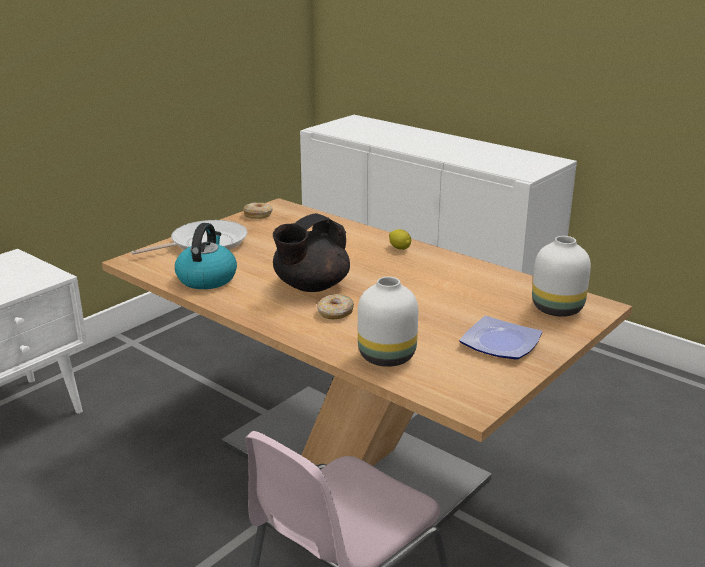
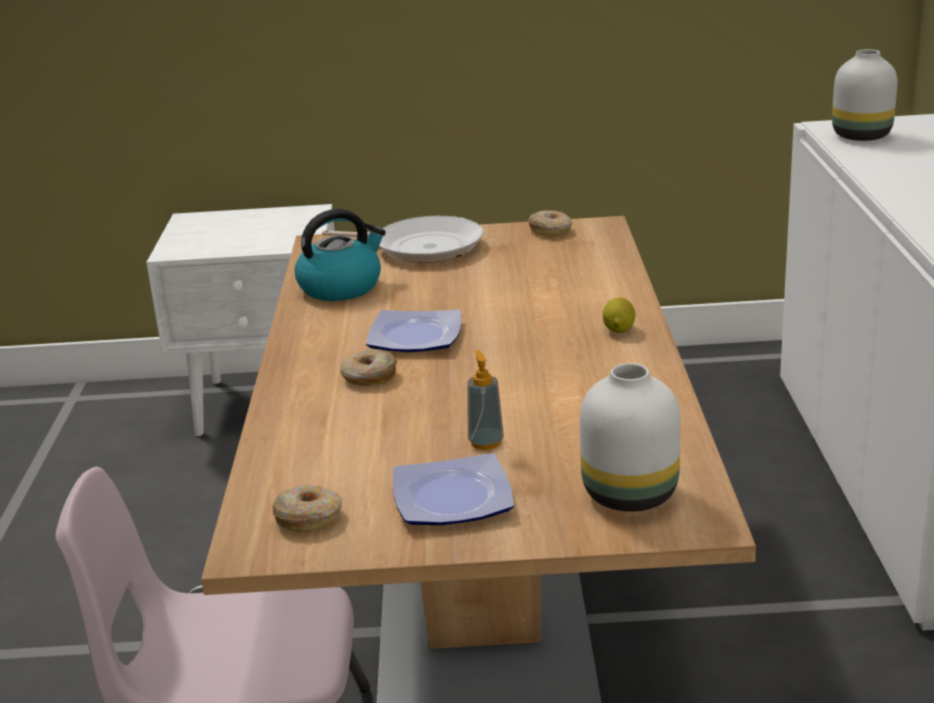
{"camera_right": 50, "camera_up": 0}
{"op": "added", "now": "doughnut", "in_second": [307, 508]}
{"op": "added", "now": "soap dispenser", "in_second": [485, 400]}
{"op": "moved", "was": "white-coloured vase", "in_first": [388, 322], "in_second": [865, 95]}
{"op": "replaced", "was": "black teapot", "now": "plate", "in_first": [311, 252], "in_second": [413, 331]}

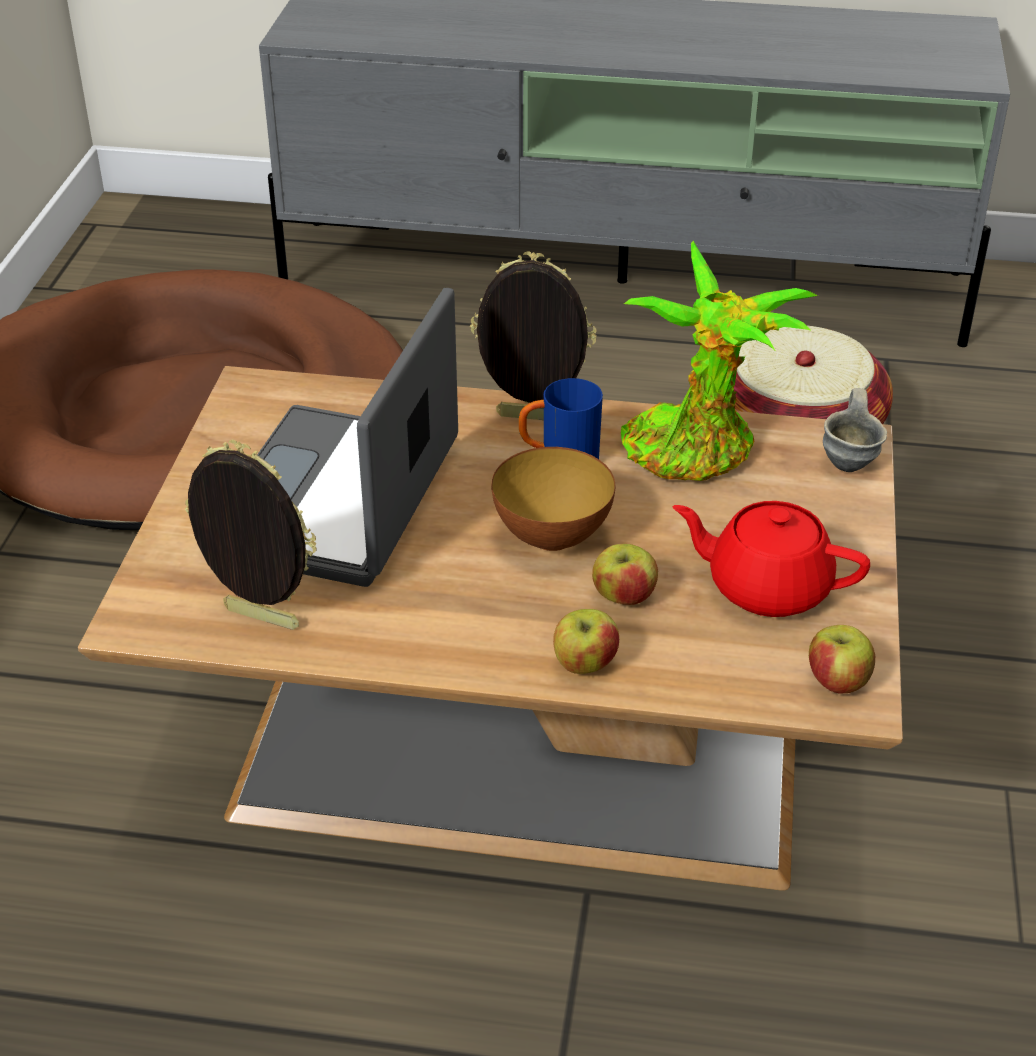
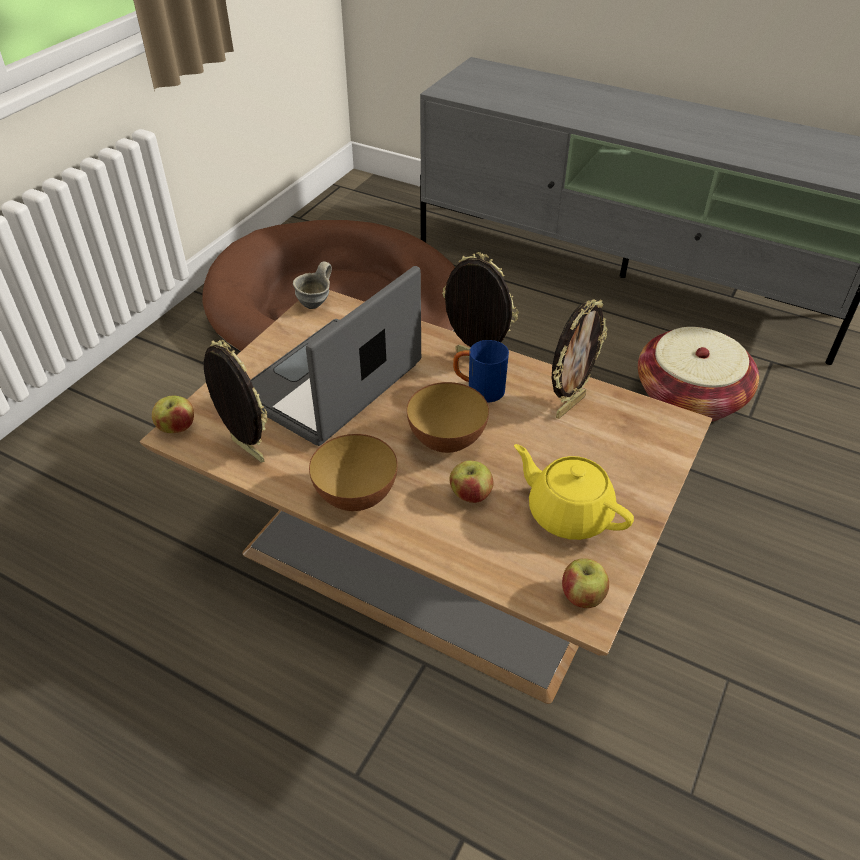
{"camera_right": 20, "camera_up": 5}
{"op": "added", "now": "deep dish", "in_second": [353, 472]}
{"op": "moved", "was": "apple fruit", "in_first": [586, 641], "in_second": [173, 414]}
{"op": "moved", "was": "greyish mug", "in_first": [855, 430], "in_second": [312, 285]}
{"op": "replaced", "was": "houseplant", "now": "picture frame", "in_first": [719, 361], "in_second": [579, 359]}
{"op": "recoloured", "was": "red teapot", "now": "yellow teapot", "in_first": [771, 559], "in_second": [574, 492]}

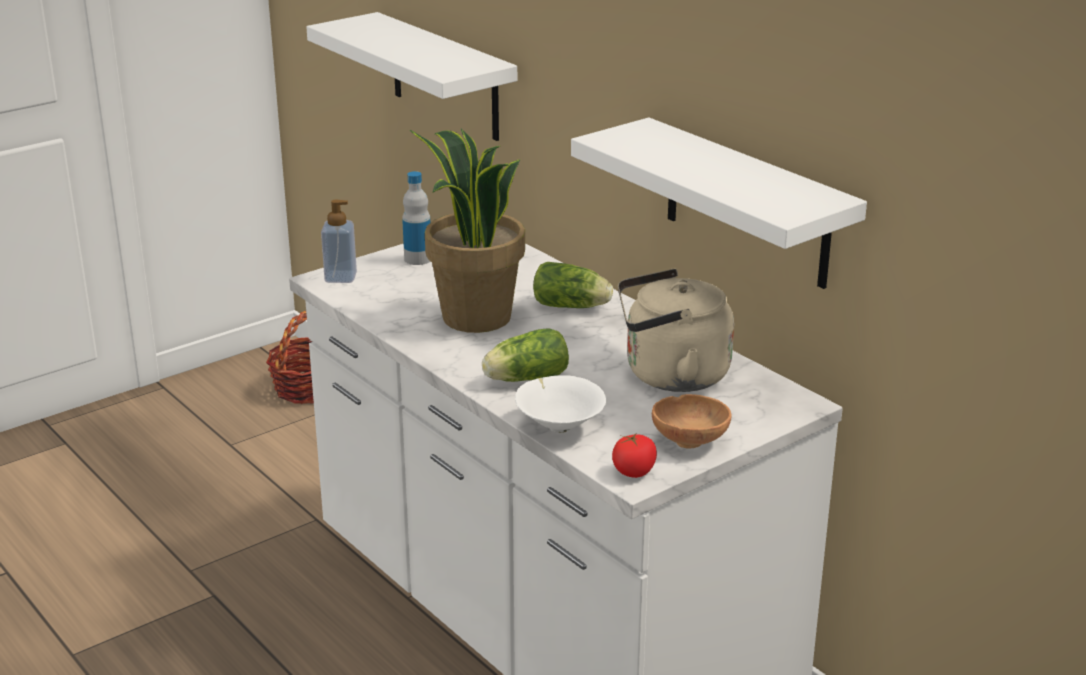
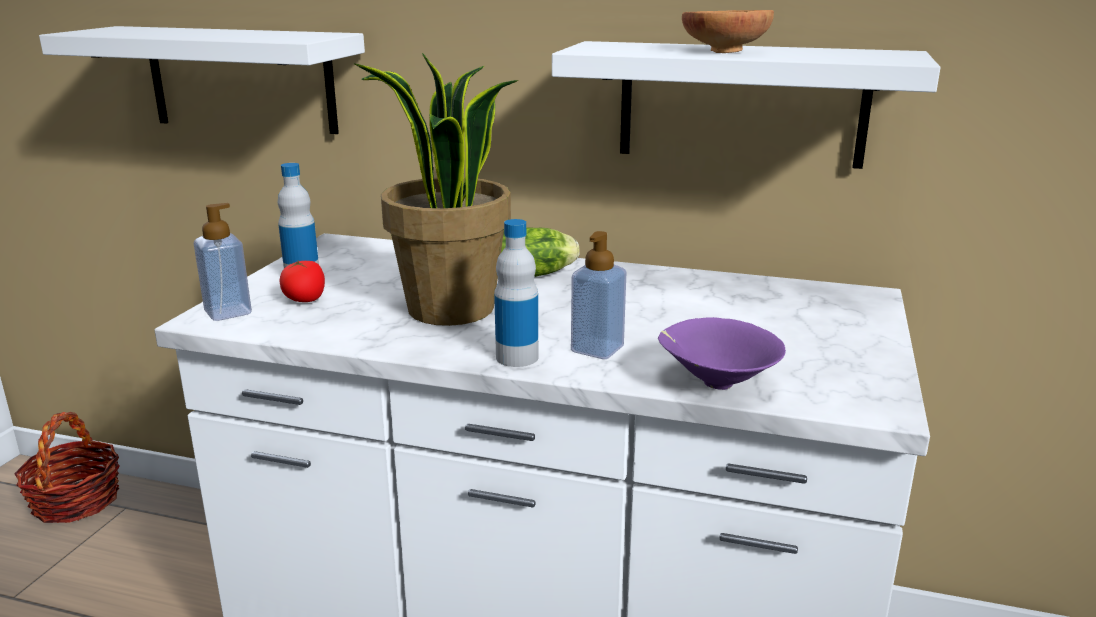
{"camera_right": -35, "camera_up": -5}
{"op": "removed", "was": "beige-coloured tea kettle", "in_first": [676, 330]}
{"op": "added", "now": "beverage bottle", "in_second": [516, 293]}
{"op": "moved", "was": "whole tomato", "in_first": [634, 456], "in_second": [302, 281]}
{"op": "moved", "was": "brown-coloured deep dish", "in_first": [692, 421], "in_second": [728, 31]}
{"op": "replaced", "was": "lettuce", "now": "soap dispenser", "in_first": [525, 355], "in_second": [598, 295]}
{"op": "recoloured", "was": "white-coloured deep dish", "now": "purplish deep dish", "in_first": [560, 404], "in_second": [722, 353]}

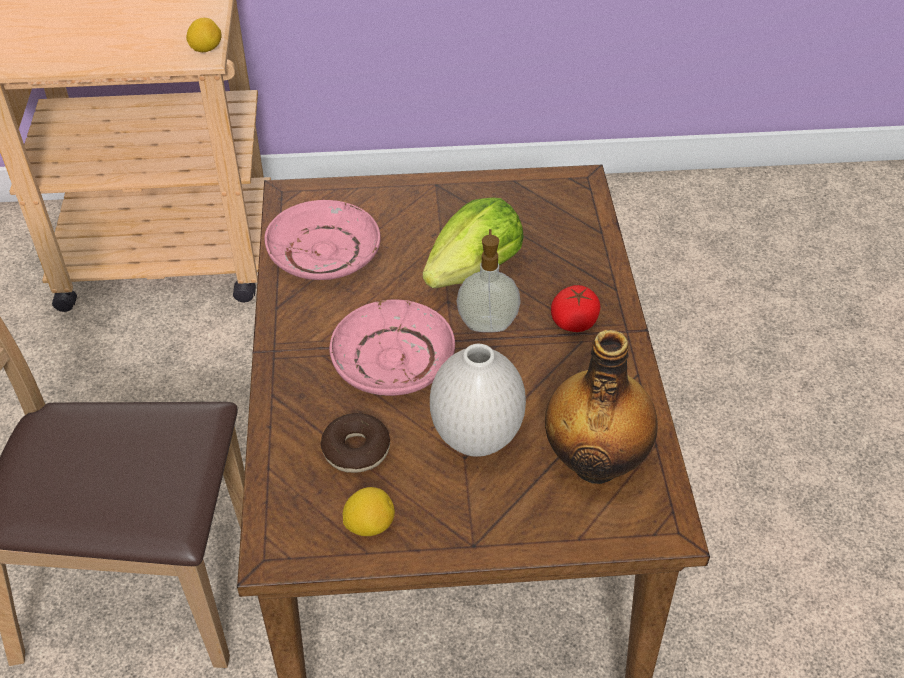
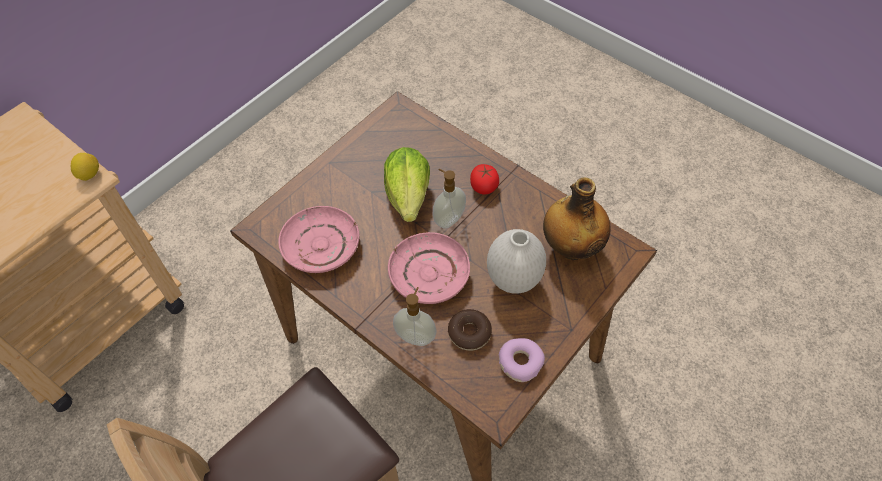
{"camera_right": -45, "camera_up": 10}
{"op": "added", "now": "soap dispenser", "in_second": [415, 316]}
{"op": "replaced", "was": "lemon", "now": "doughnut", "in_first": [369, 511], "in_second": [522, 360]}

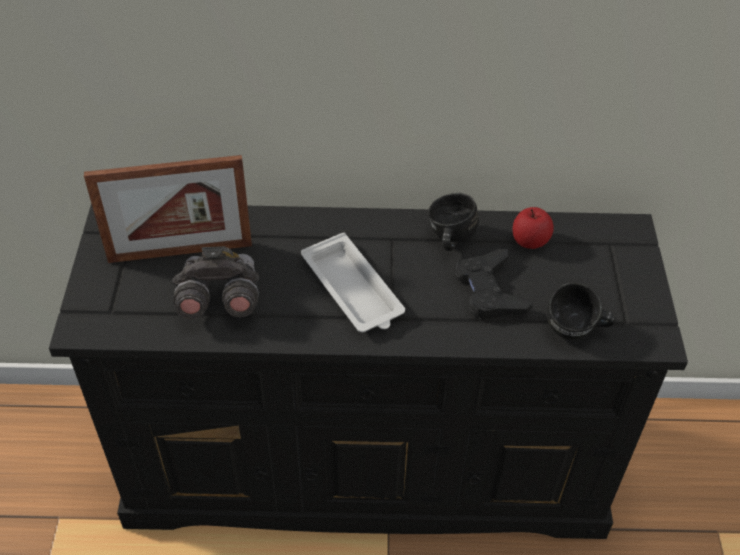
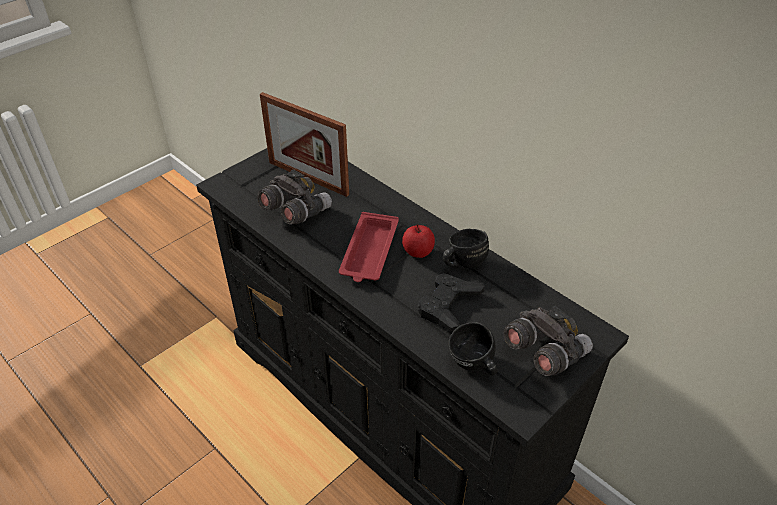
{"camera_right": 45, "camera_up": -5}
{"op": "added", "now": "greyish field glasses", "in_second": [548, 341]}
{"op": "moved", "was": "apple fruit", "in_first": [533, 228], "in_second": [418, 241]}
{"op": "recoloured", "was": "white-coloured carrying tray", "now": "red carrying tray", "in_first": [353, 282], "in_second": [369, 247]}

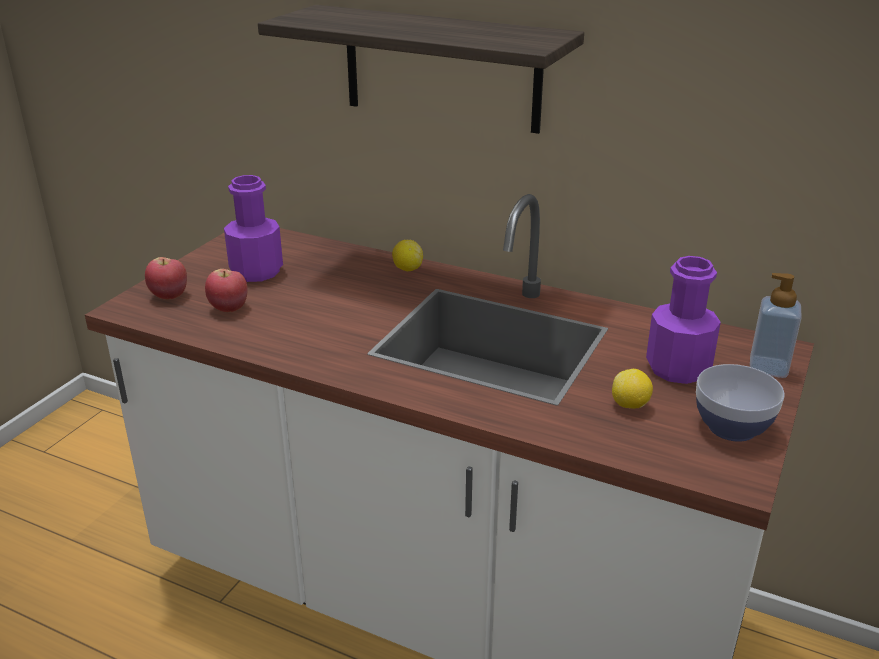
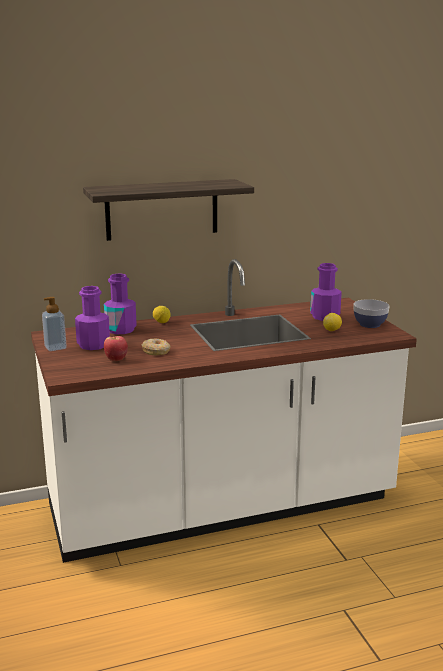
{"camera_right": -45, "camera_up": -10}
{"op": "removed", "was": "apple fruit", "in_first": [166, 278]}
{"op": "added", "now": "purplish beverage bottle", "in_second": [120, 304]}
{"op": "added", "now": "doughnut", "in_second": [155, 347]}
{"op": "moved", "was": "soap dispenser", "in_first": [776, 325], "in_second": [54, 324]}

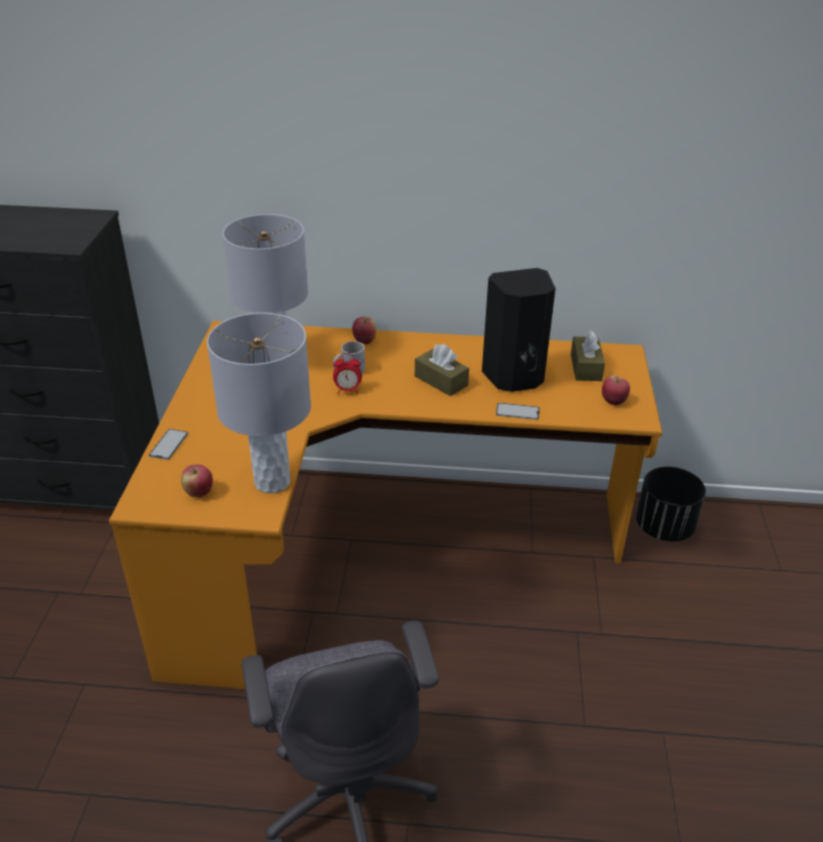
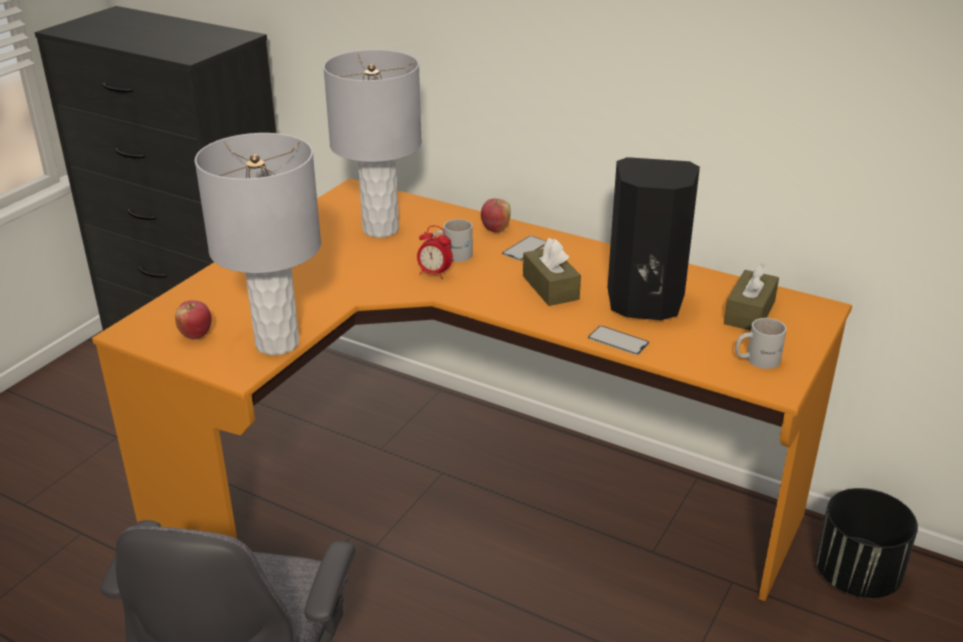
{"camera_right": 25, "camera_up": -5}
{"op": "moved", "was": "phone", "in_first": [168, 444], "in_second": [524, 248]}
{"op": "replaced", "was": "apple fruit", "now": "white-coloured mug", "in_first": [616, 390], "in_second": [761, 343]}

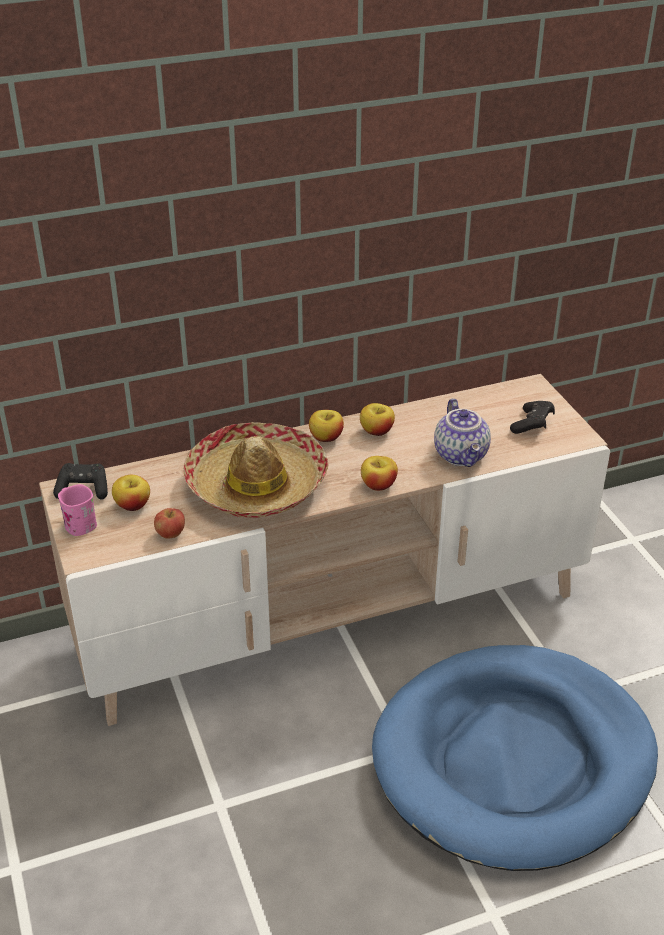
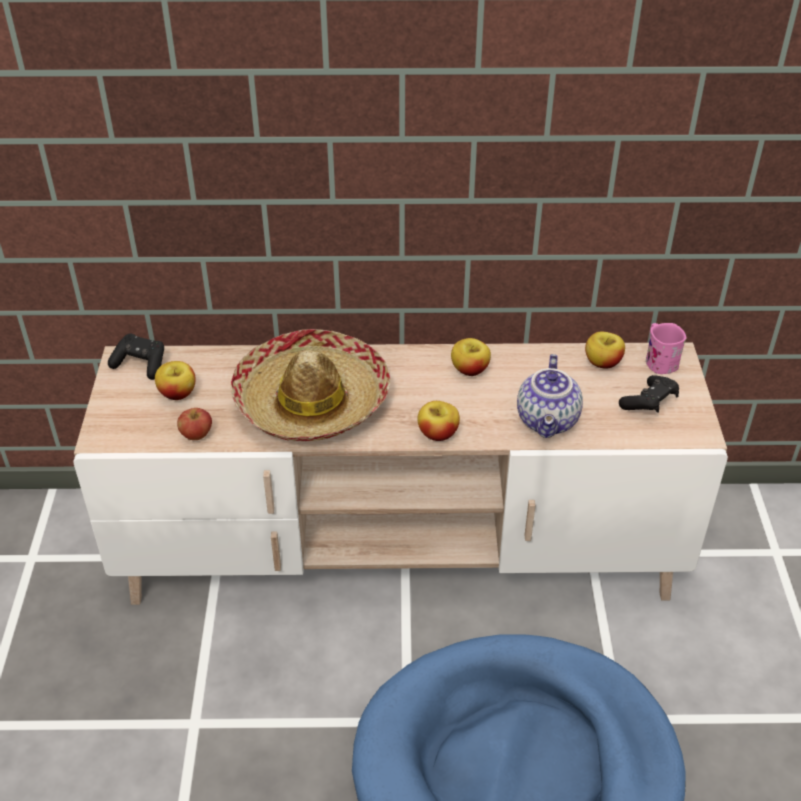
{"camera_right": 20, "camera_up": 5}
{"op": "moved", "was": "pinkish mug", "in_first": [77, 510], "in_second": [666, 348]}
{"op": "moved", "was": "apple fruit", "in_first": [326, 426], "in_second": [605, 350]}

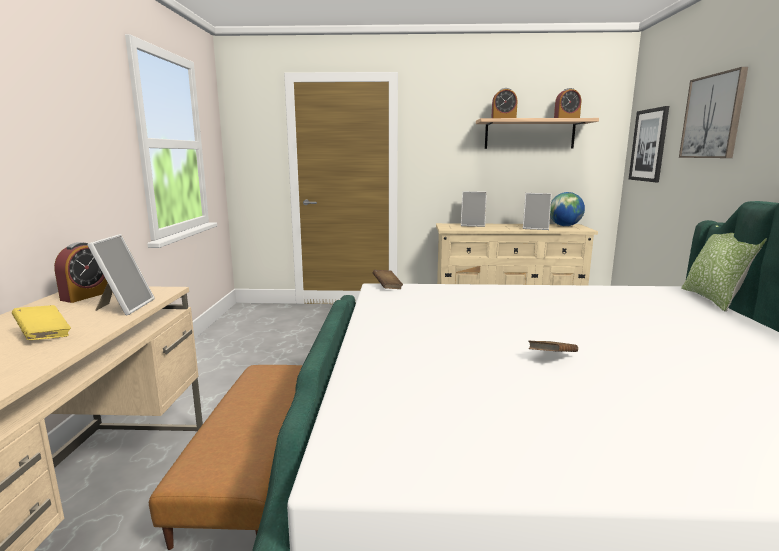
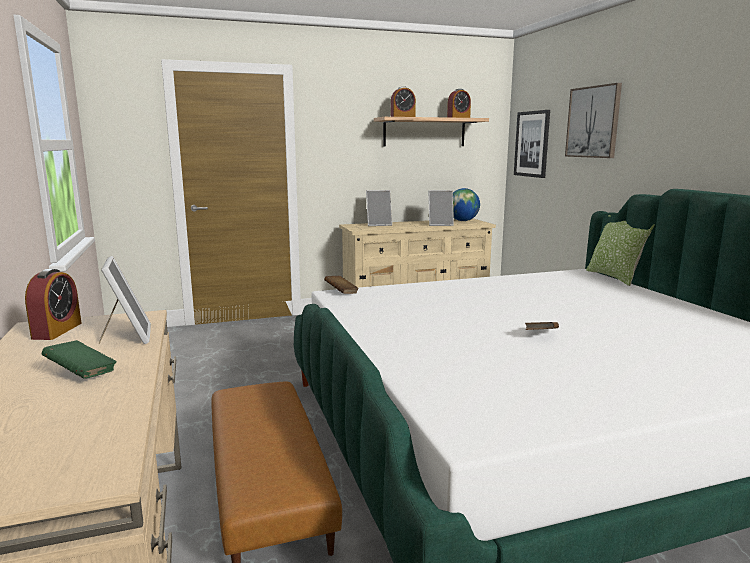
{"camera_right": -20, "camera_up": 0}
{"op": "recoloured", "was": "yellow volume", "now": "green volume", "in_first": [41, 322], "in_second": [79, 359]}

